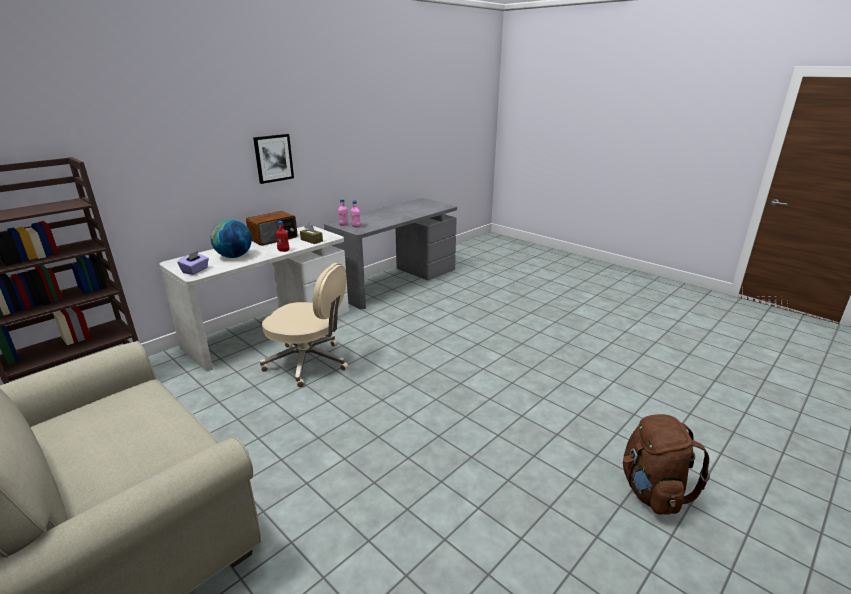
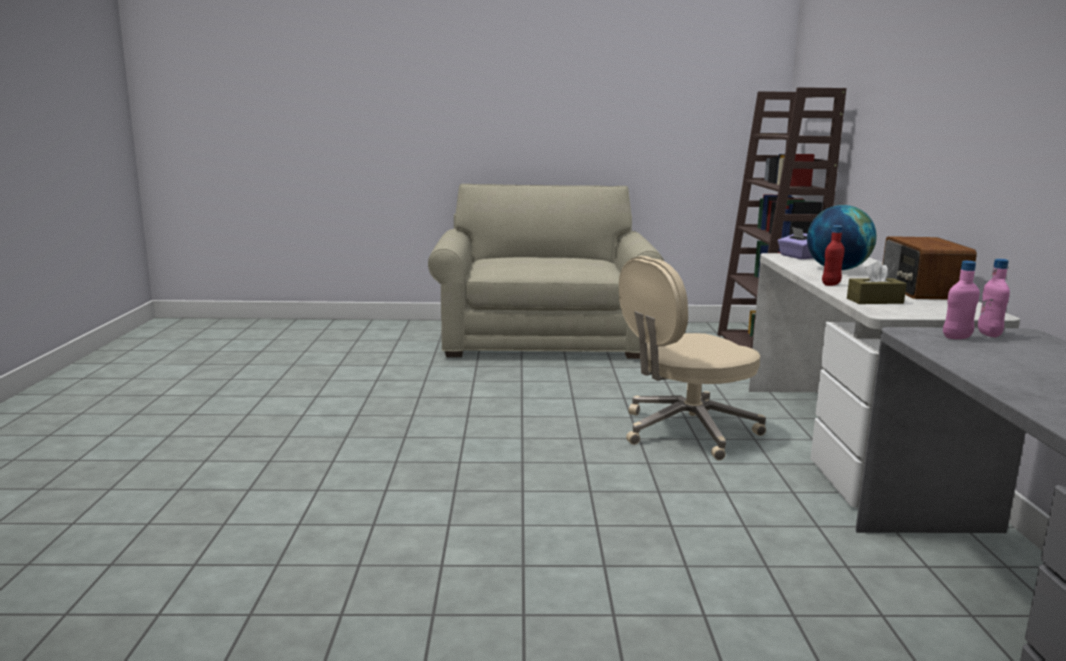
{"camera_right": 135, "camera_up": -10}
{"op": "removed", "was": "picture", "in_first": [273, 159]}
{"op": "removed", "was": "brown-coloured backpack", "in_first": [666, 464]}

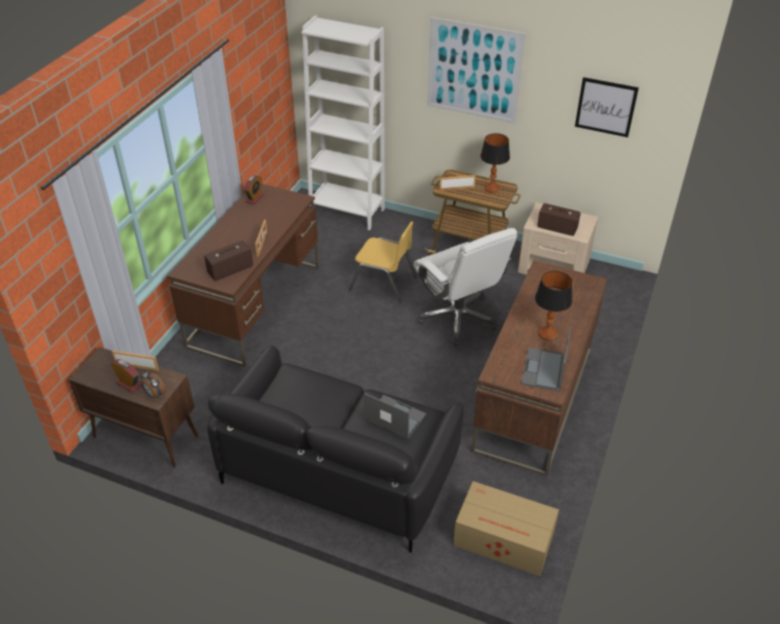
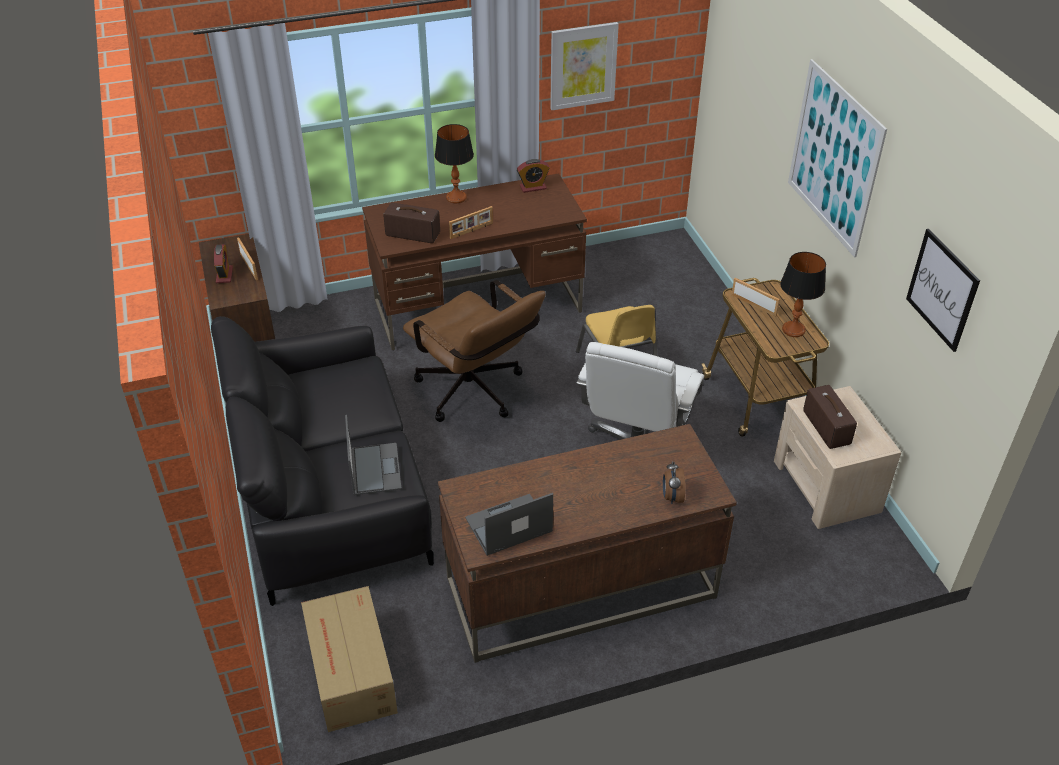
{"camera_right": 50, "camera_up": 0}
{"op": "removed", "was": "white-coloured bookshelf", "in_first": [343, 122]}
{"op": "added", "now": "brown-coloured desk chair", "in_second": [474, 351]}
{"op": "added", "now": "picture", "in_second": [584, 66]}
{"op": "moved", "was": "table clock", "in_first": [153, 385], "in_second": [674, 482]}
{"op": "moved", "was": "table lamp", "in_first": [553, 305], "in_second": [454, 163]}

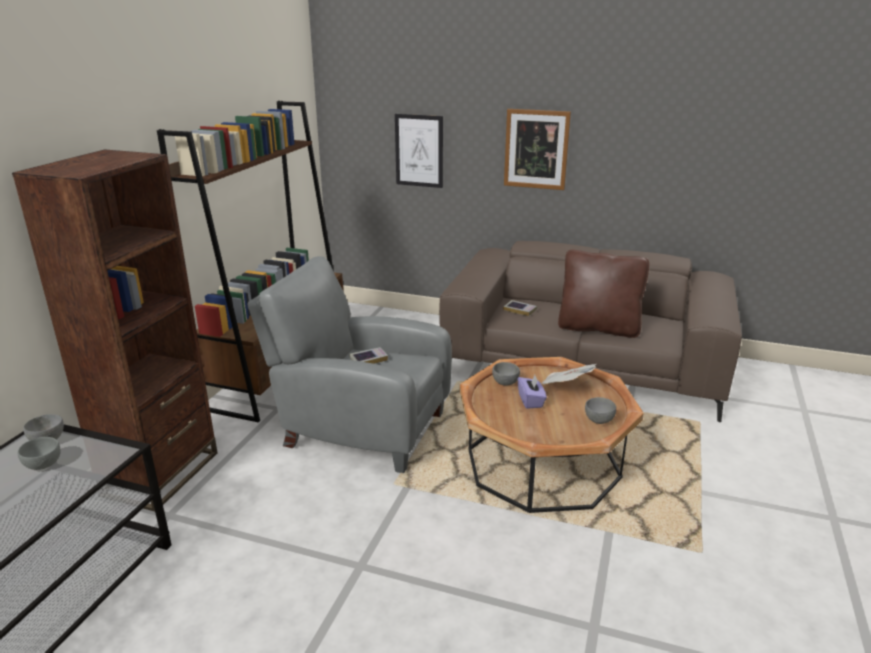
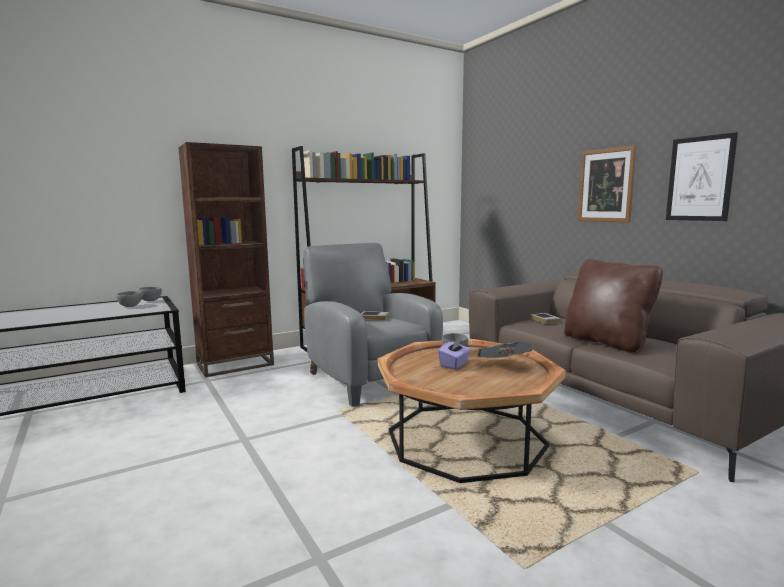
{"camera_right": 40, "camera_up": -15}
{"op": "removed", "was": "greyish deep dish", "in_first": [600, 410]}
{"op": "moved", "was": "picture", "in_first": [419, 151], "in_second": [702, 176]}

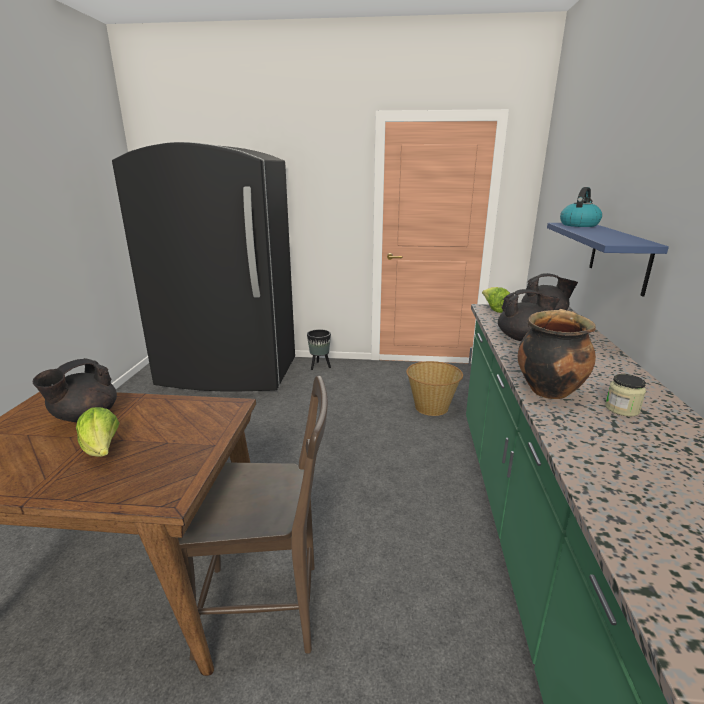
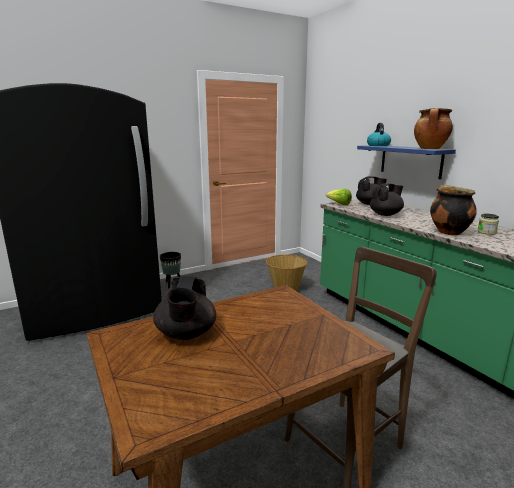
{"camera_right": -35, "camera_up": -5}
{"op": "removed", "was": "lettuce", "in_first": [97, 432]}
{"op": "added", "now": "cooking pot", "in_second": [433, 128]}

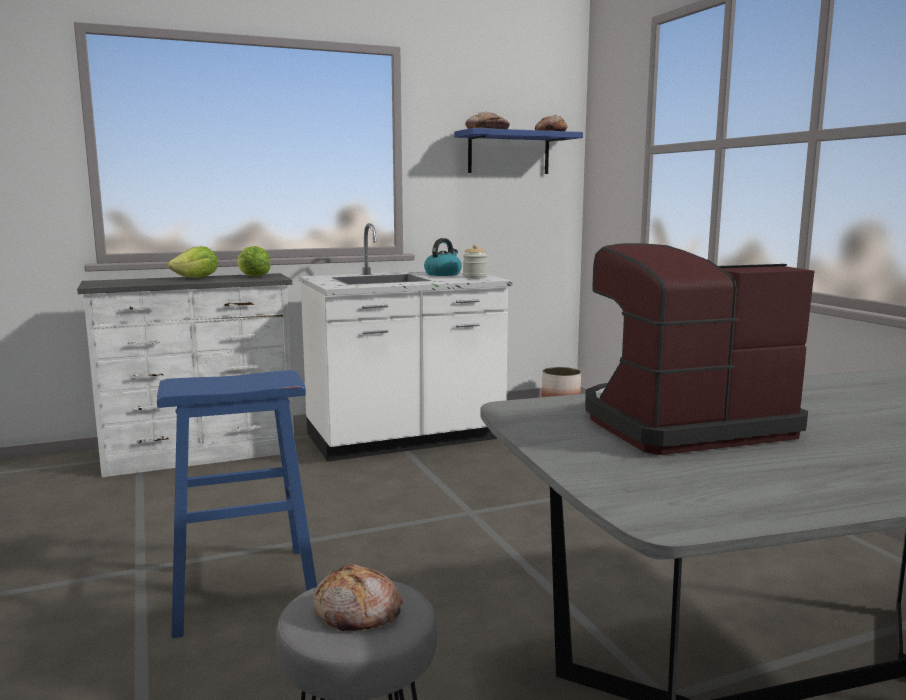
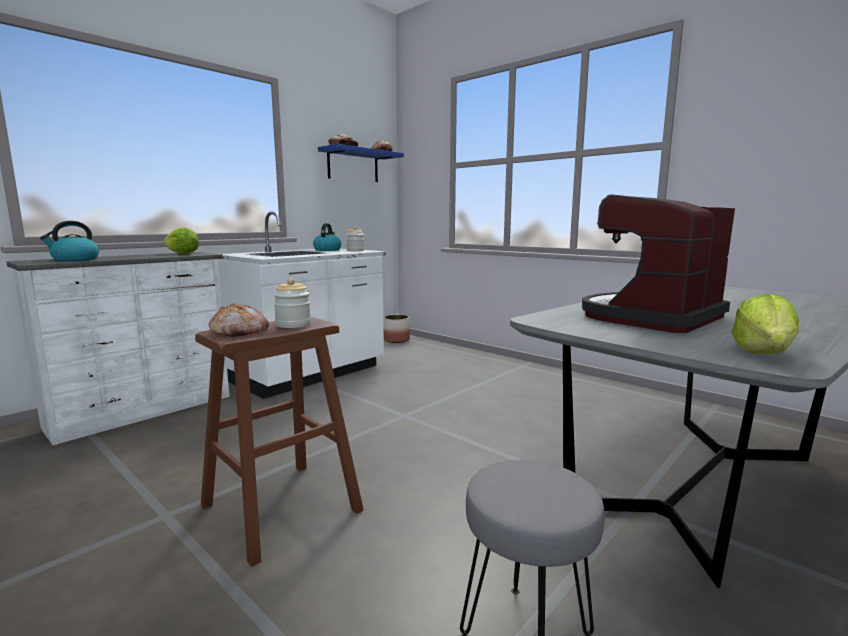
{"camera_right": -25, "camera_up": 0}
{"op": "added", "now": "tea kettle", "in_second": [69, 241]}
{"op": "added", "now": "storage jar", "in_second": [292, 303]}
{"op": "moved", "was": "lettuce", "in_first": [193, 262], "in_second": [765, 324]}
{"op": "moved", "was": "bakery bread", "in_first": [358, 597], "in_second": [239, 320]}
{"op": "recoloured", "was": "bluish stool seat", "now": "brown-coloured stool seat", "in_first": [237, 504], "in_second": [279, 442]}

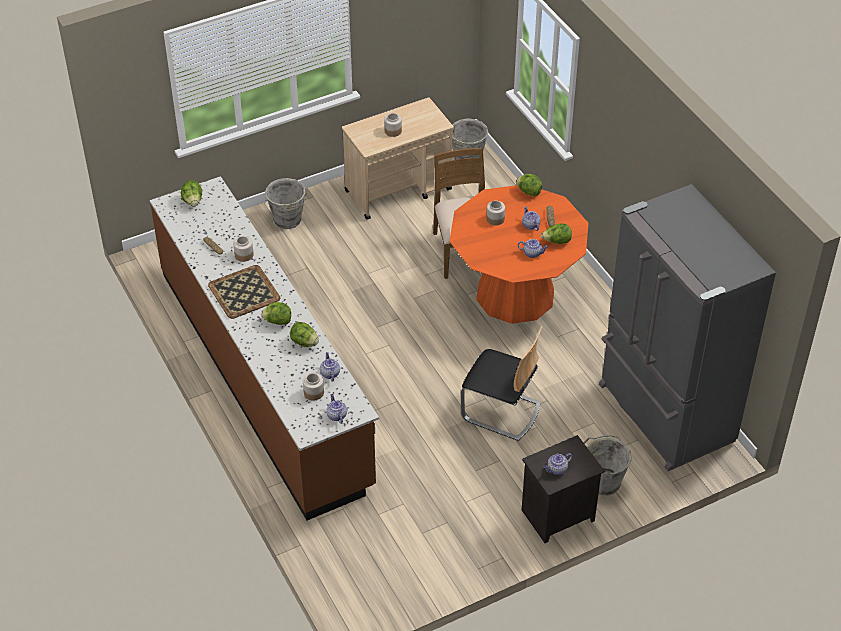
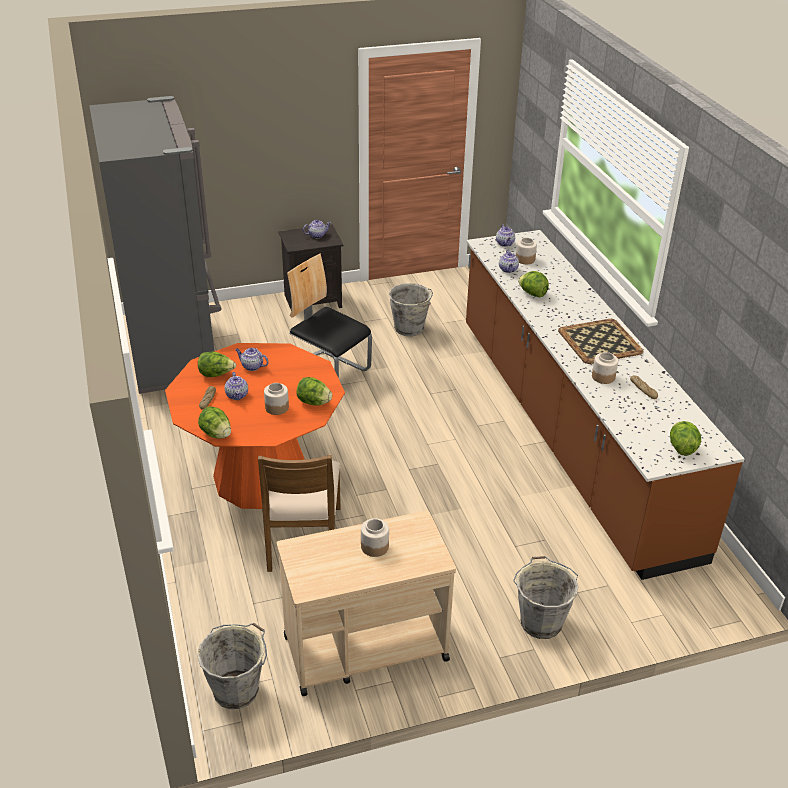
{"camera_right": -170, "camera_up": -10}
{"op": "moved", "was": "lettuce", "in_first": [276, 313], "in_second": [314, 391]}
{"op": "moved", "was": "greyish bucket", "in_first": [607, 465], "in_second": [411, 309]}

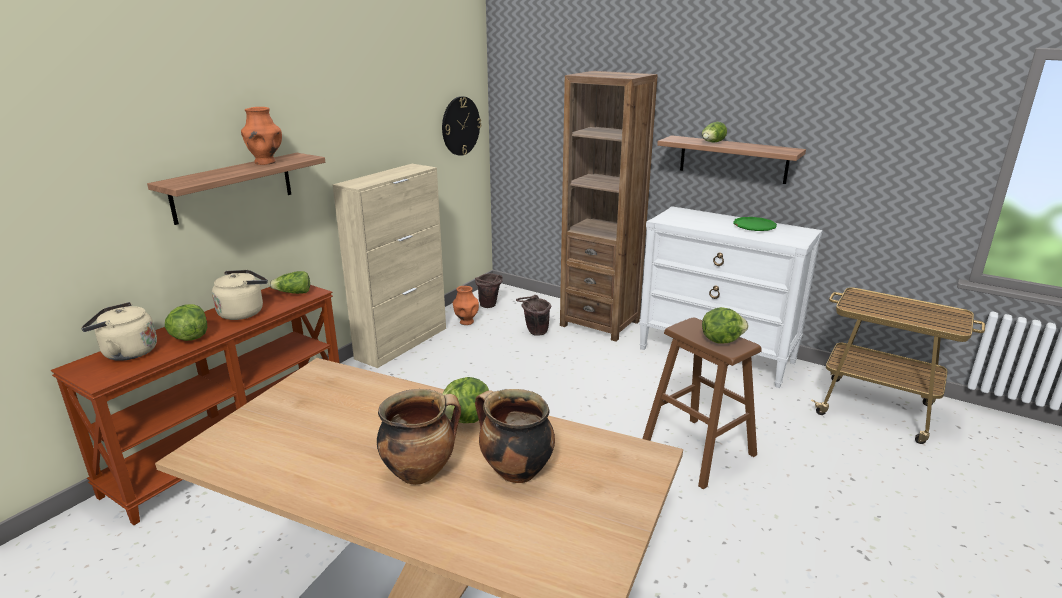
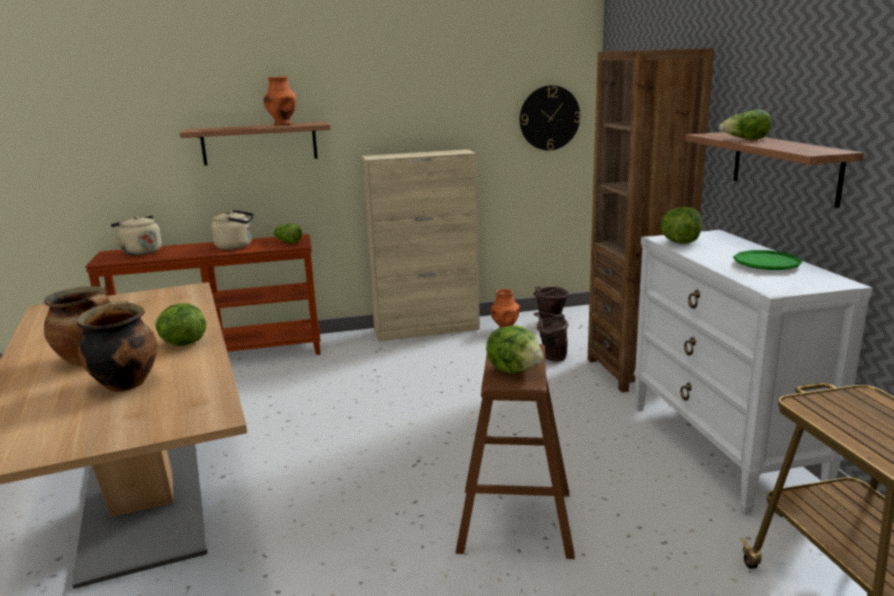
{"camera_right": 45, "camera_up": -5}
{"op": "moved", "was": "lettuce", "in_first": [186, 322], "in_second": [680, 225]}

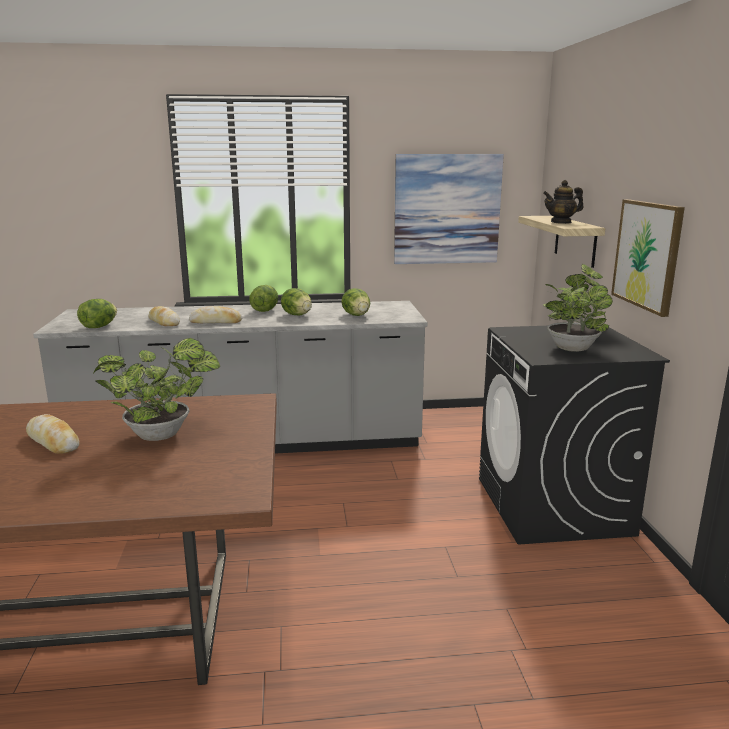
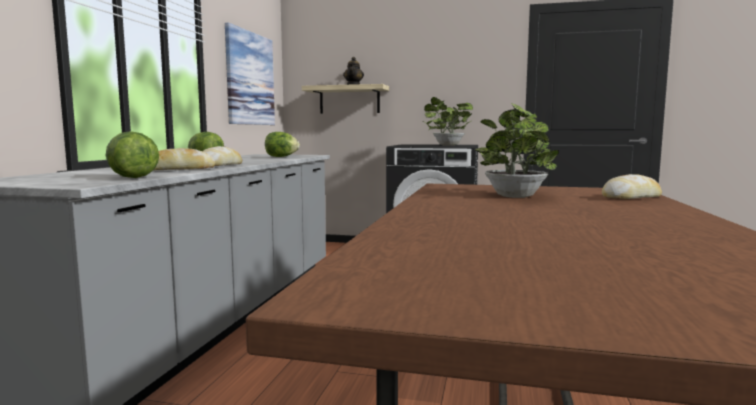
{"camera_right": -70, "camera_up": -10}
{"op": "removed", "was": "lettuce", "in_first": [296, 301]}
{"op": "removed", "was": "picture", "in_first": [648, 258]}
{"op": "moved", "was": "bakery bread", "in_first": [53, 434], "in_second": [632, 186]}

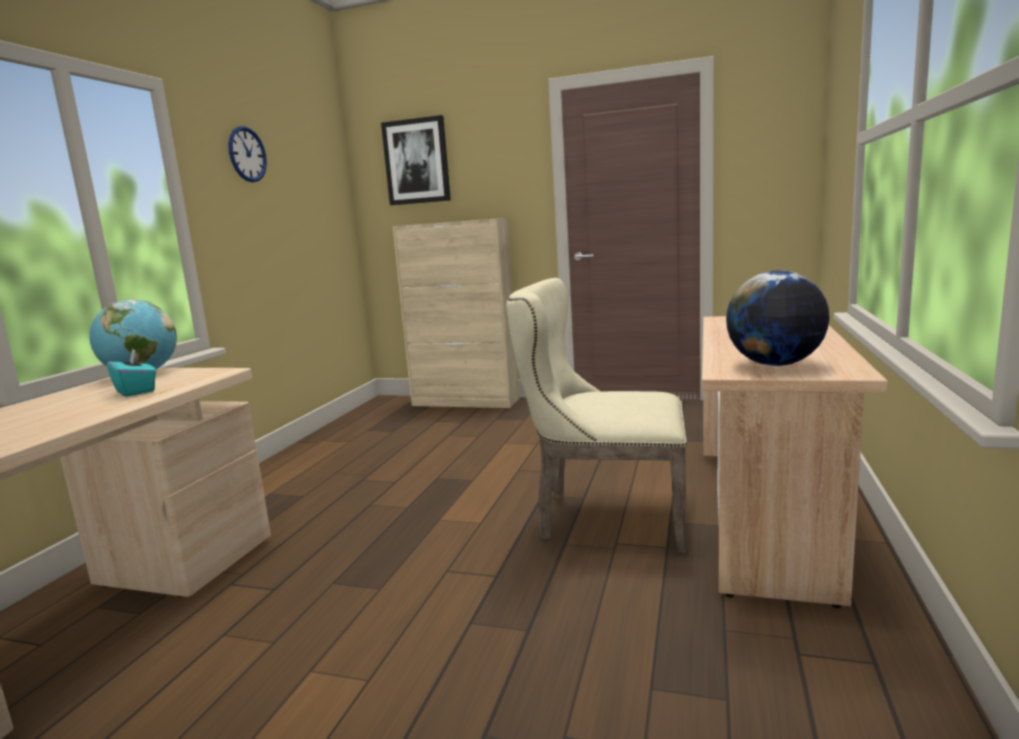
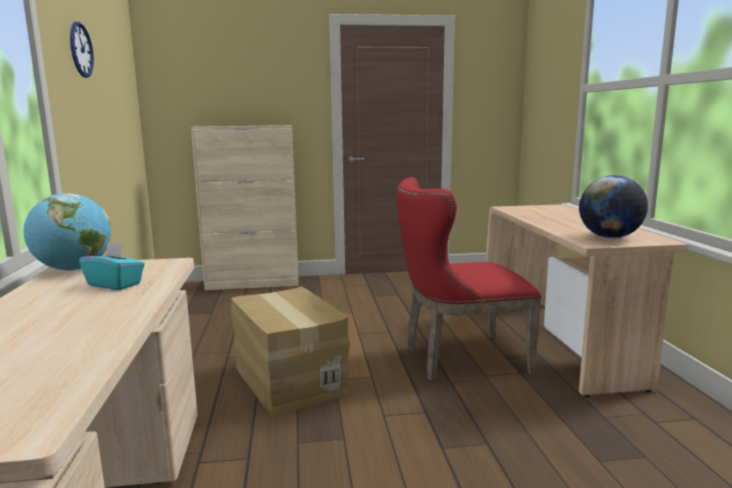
{"camera_right": -25, "camera_up": 0}
{"op": "removed", "was": "picture", "in_first": [416, 160]}
{"op": "added", "now": "cardboard box", "in_second": [290, 351]}
{"op": "recoloured", "was": "beige-coloured plain chair", "now": "red plain chair", "in_first": [596, 416], "in_second": [468, 279]}

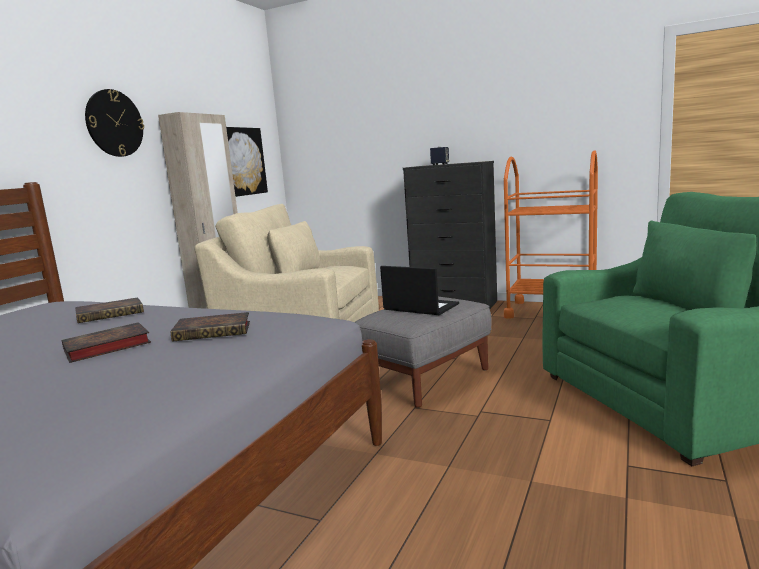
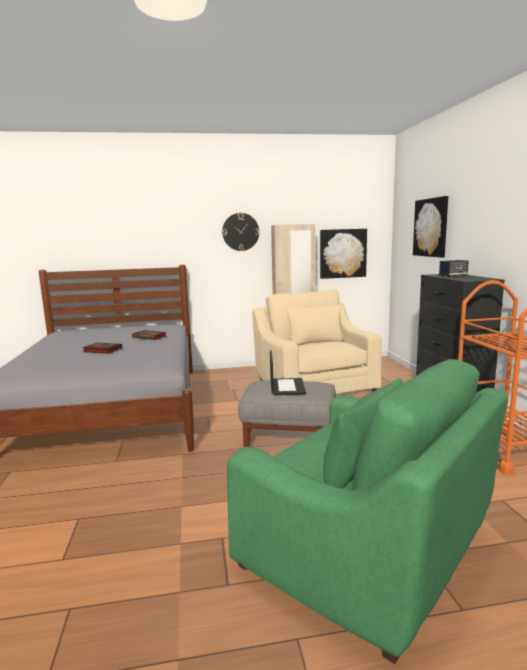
{"camera_right": 55, "camera_up": 0}
{"op": "removed", "was": "volume", "in_first": [210, 327]}
{"op": "added", "now": "picture", "in_second": [430, 227]}

